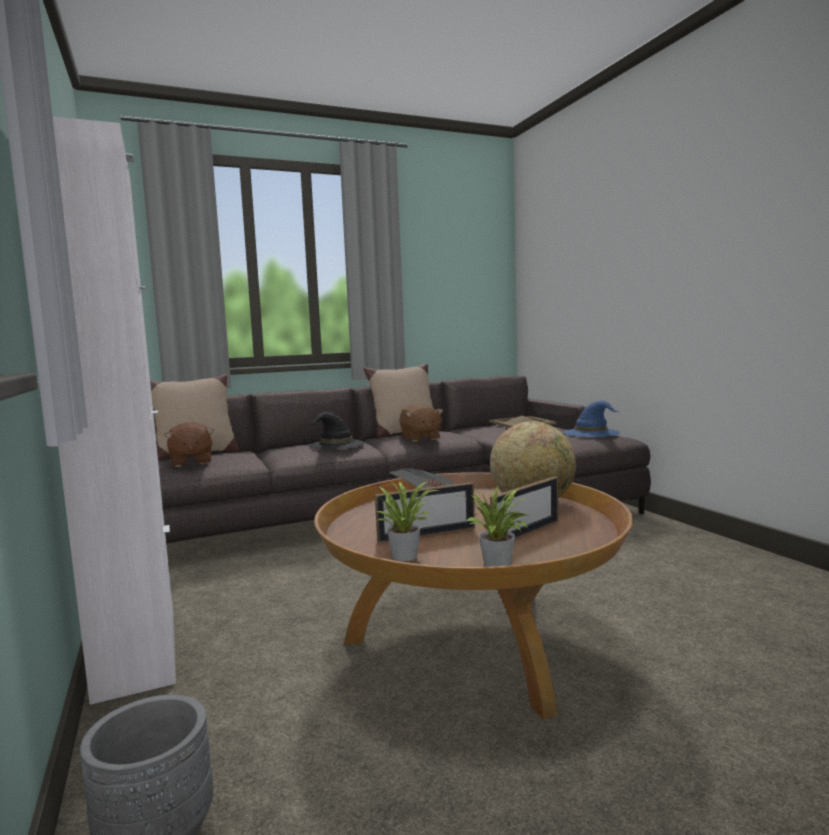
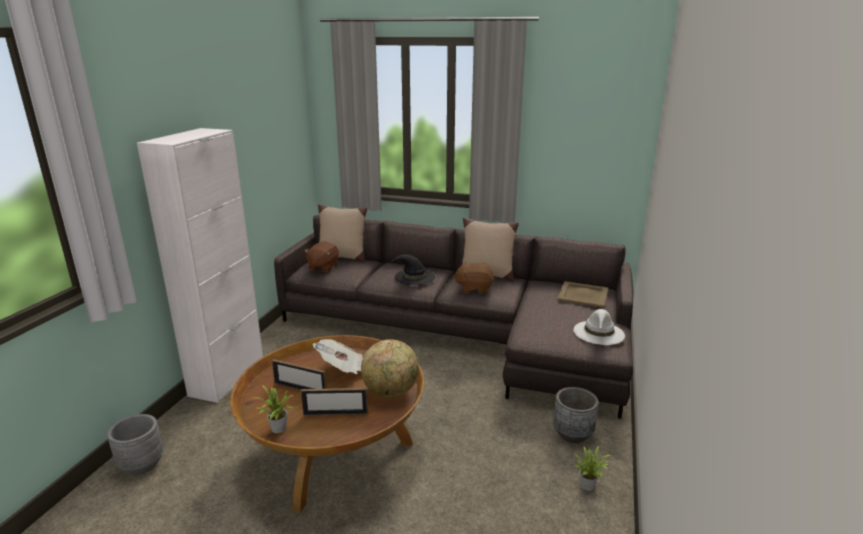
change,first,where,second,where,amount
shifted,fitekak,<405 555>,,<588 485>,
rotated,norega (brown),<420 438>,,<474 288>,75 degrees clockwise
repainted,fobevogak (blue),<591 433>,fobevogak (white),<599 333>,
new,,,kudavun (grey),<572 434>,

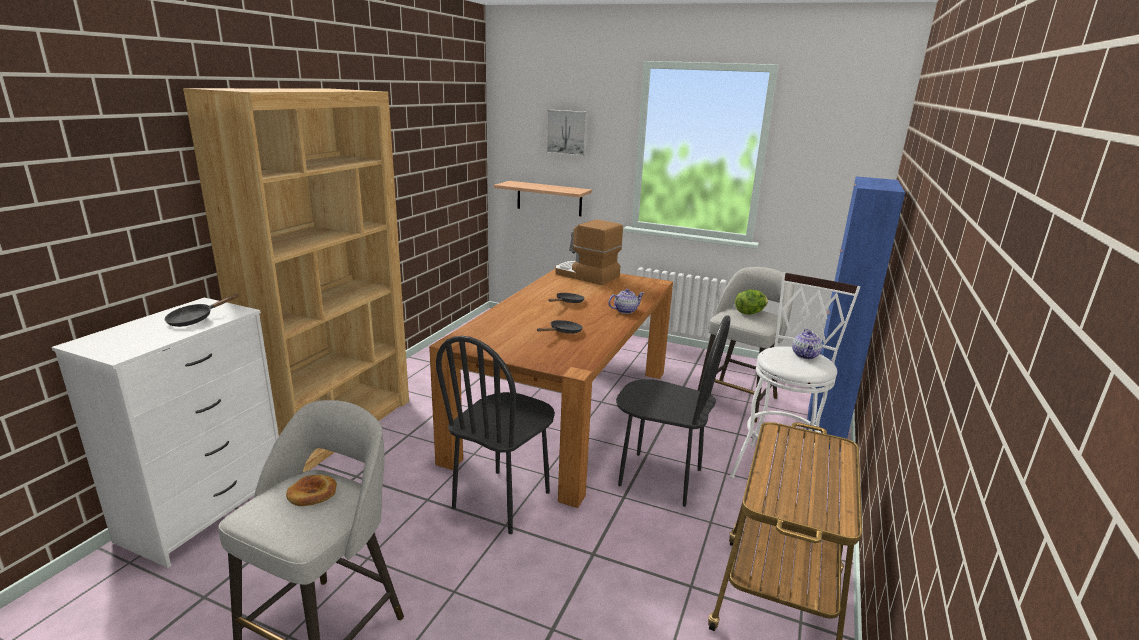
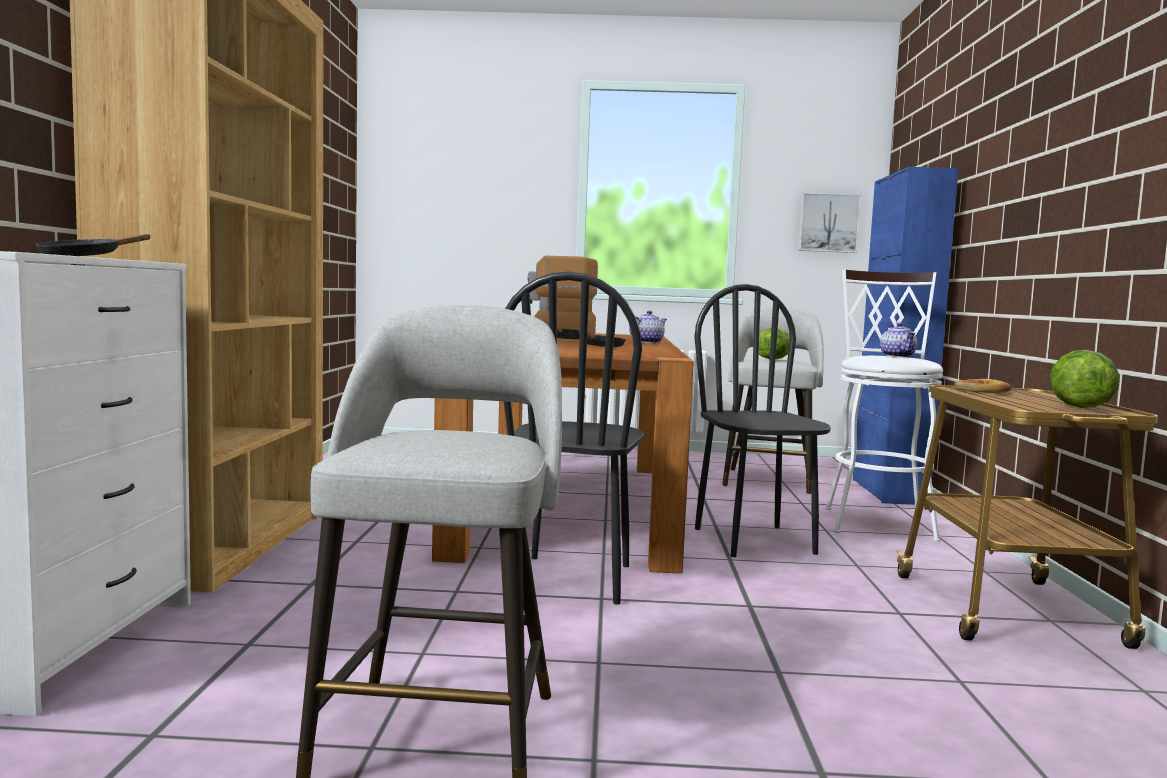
change,first,where,second,where,amount
shifted,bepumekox,<312 493>,,<982 391>,
gone,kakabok,<549 198>,,,
shifted,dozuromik,<567 132>,,<828 223>,
rotated,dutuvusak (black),<660 478>,,<755 541>,105 degrees counterclockwise
new,,,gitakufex,<1079 407>,

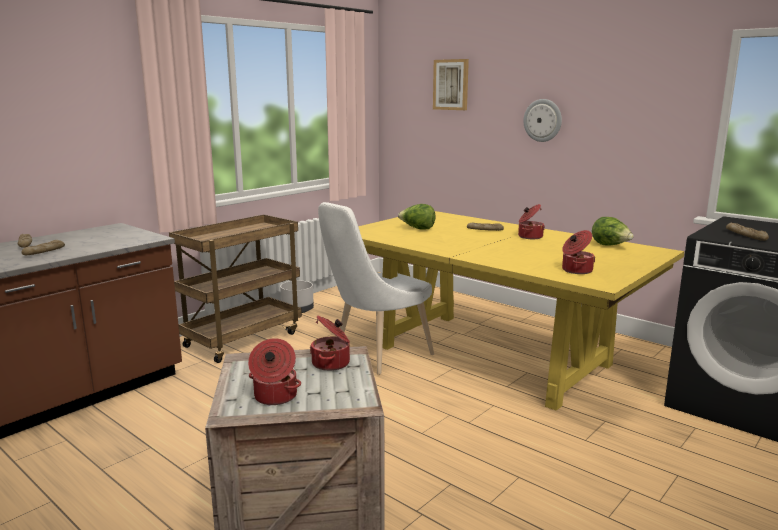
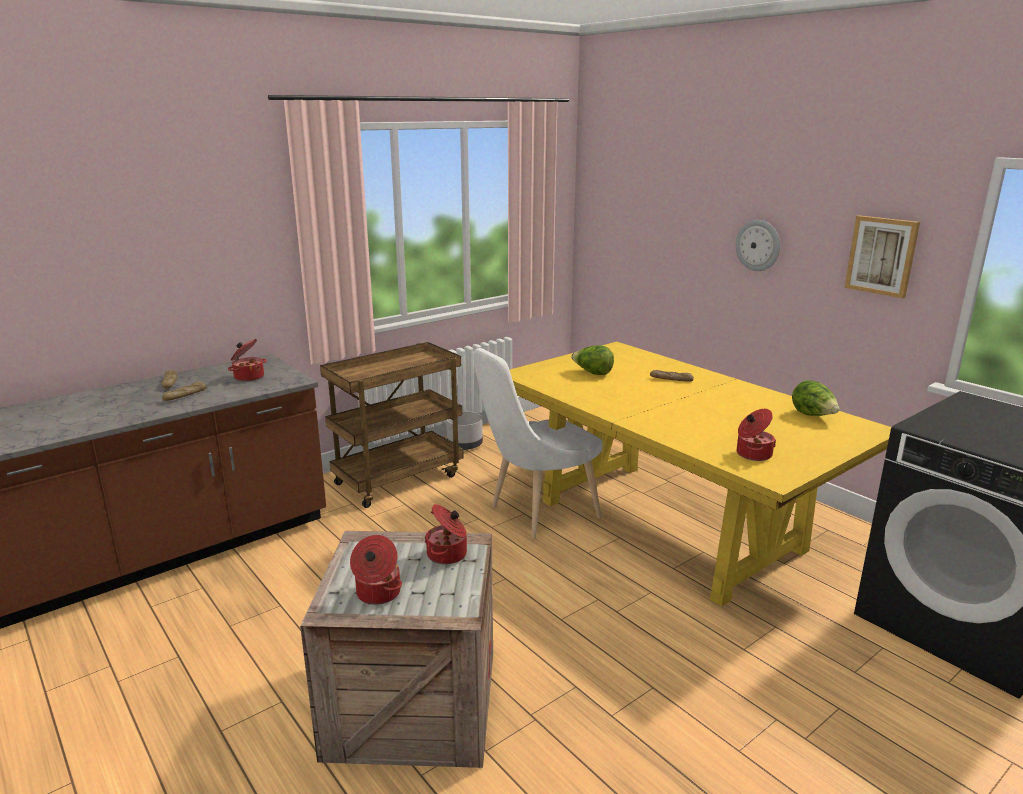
change,first,where,second,where,amount
shifted,dozuromik,<451 84>,,<882 256>,
shifted,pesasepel,<529 236>,,<248 377>,
gone,bepumekox,<745 236>,,,

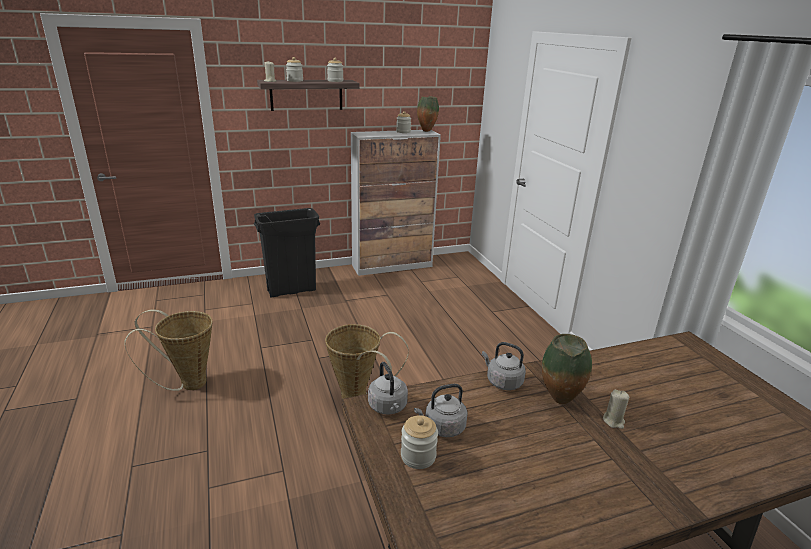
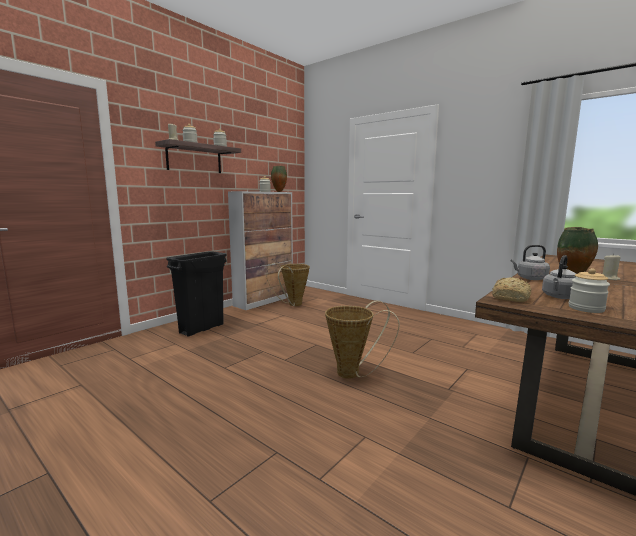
change,first,where,second,where,amount
shifted,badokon,<187 383>,,<292 305>,
swapped,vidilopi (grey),<388 407>,bepumekox,<511 298>,

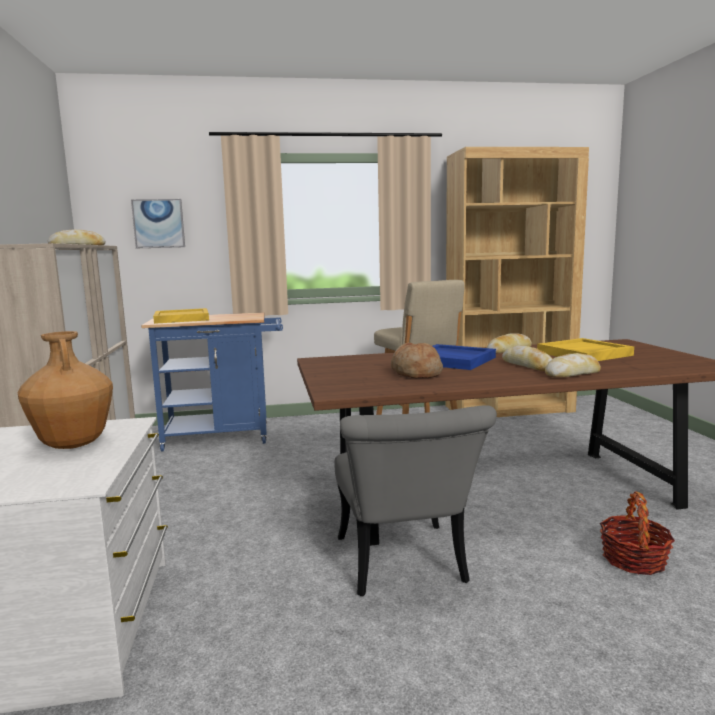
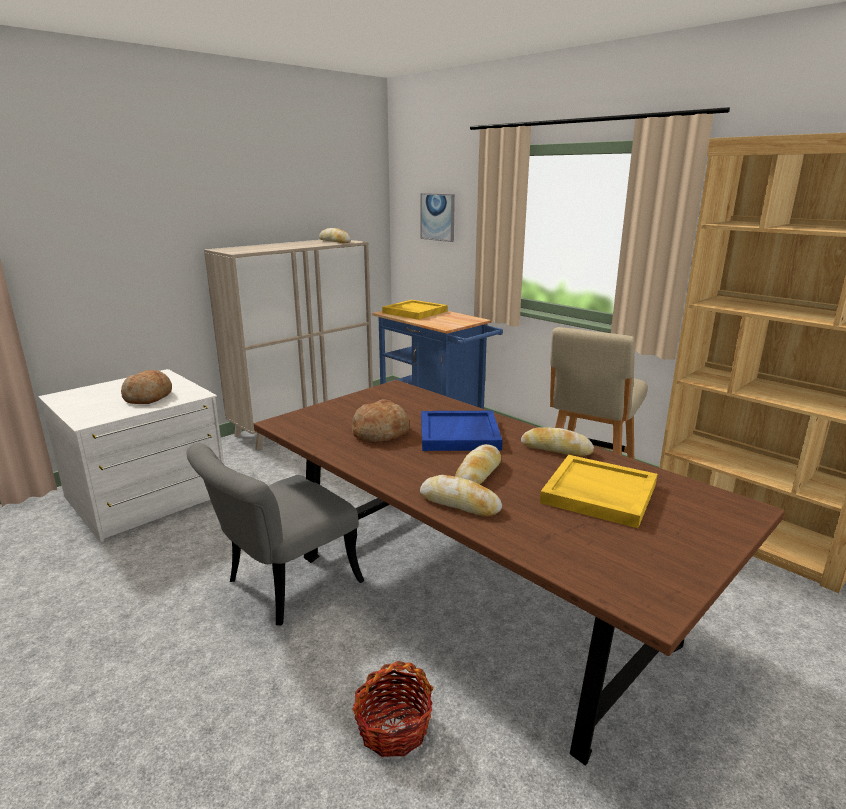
change,first,where,second,where,amount
swapped,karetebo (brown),<73 445>,bepumekox,<148 397>,

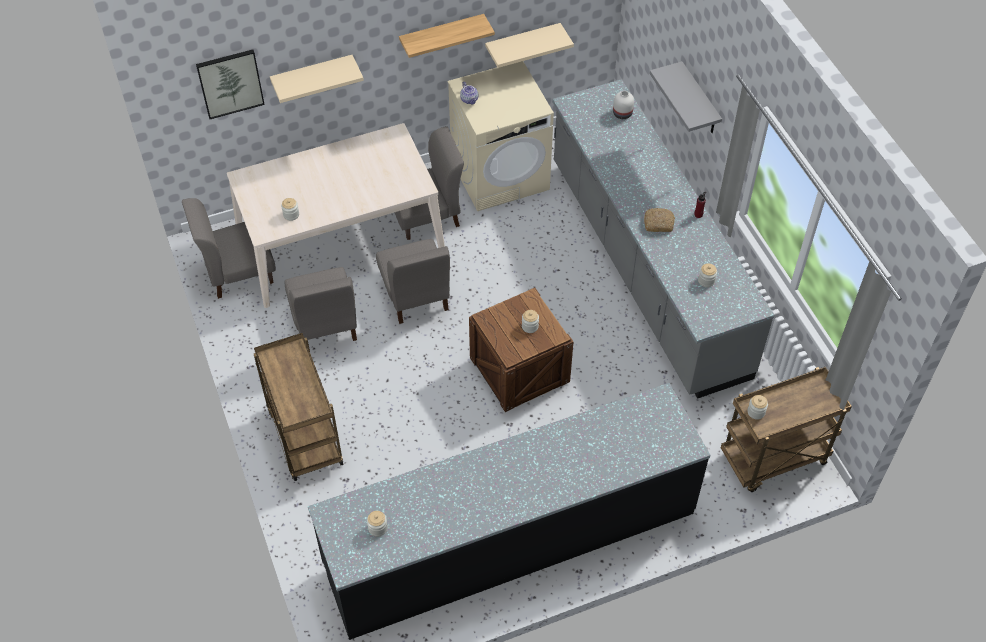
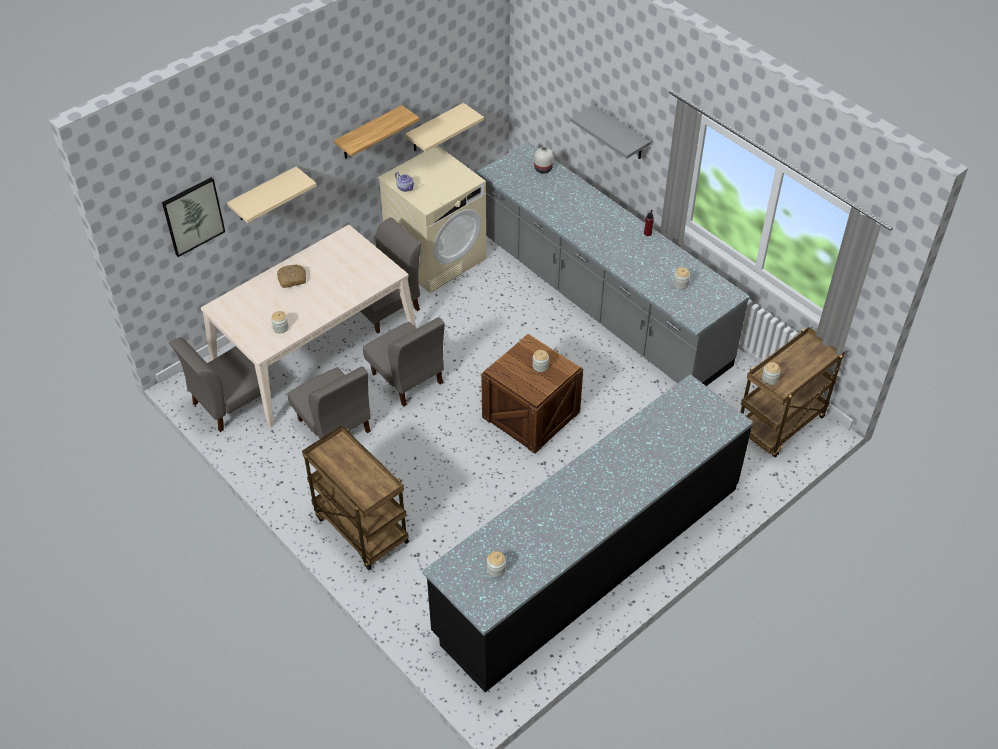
change,first,where,second,where,amount
shifted,bepumekox,<659 223>,,<292 279>,

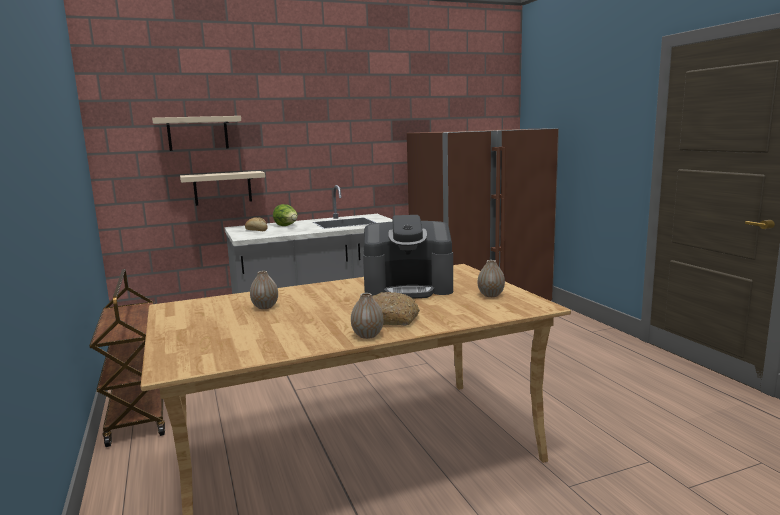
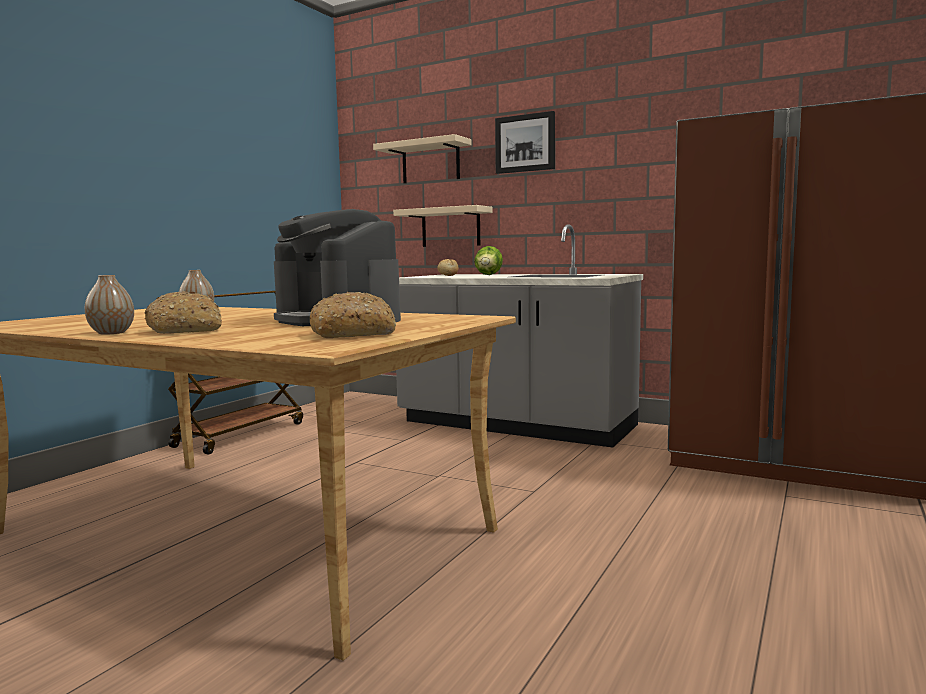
change,first,where,second,where,amount
swapped,karetebo,<491 295>,bepumekox,<354 334>,
new,,,dozuromik,<525 143>,

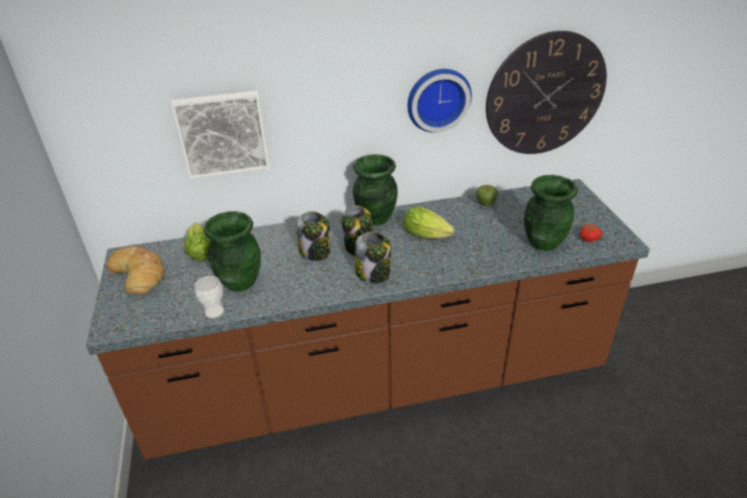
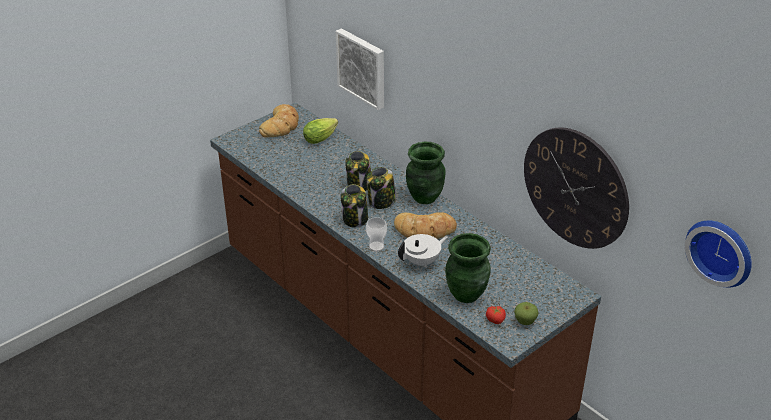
change,first,where,second,where,amount
shifted,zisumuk,<214 312>,,<376 246>,
gone,karetebo (green),<240 281>,,,
swapped,gitakufex,<428 235>,bepumekox,<425 230>,
shifted,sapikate,<437 99>,,<721 251>,
shifted,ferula,<485 203>,,<525 322>,
new,,,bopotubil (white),<422 261>,

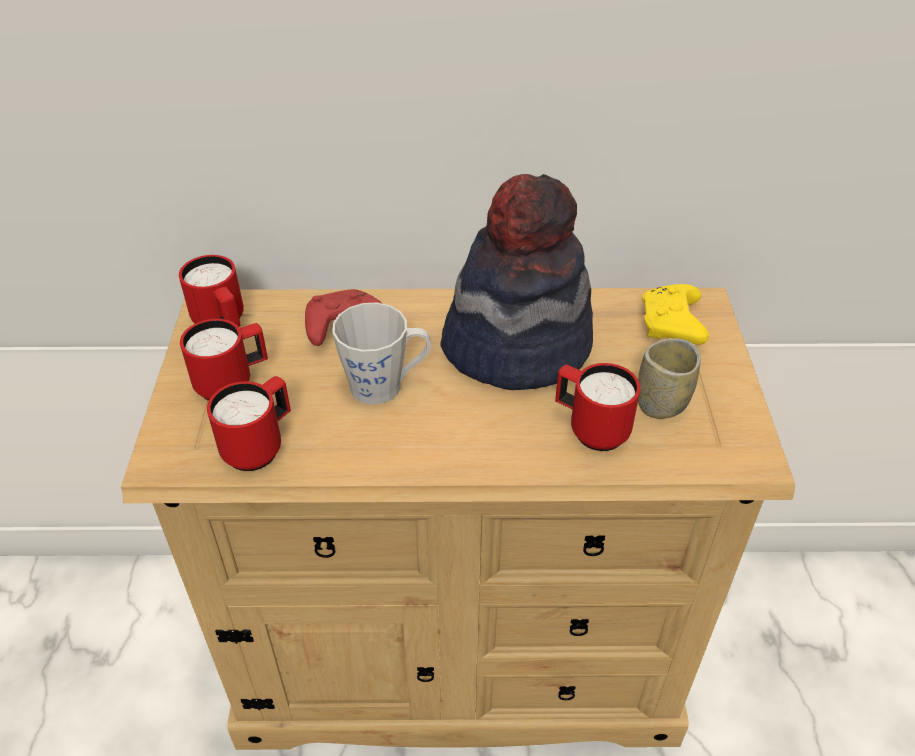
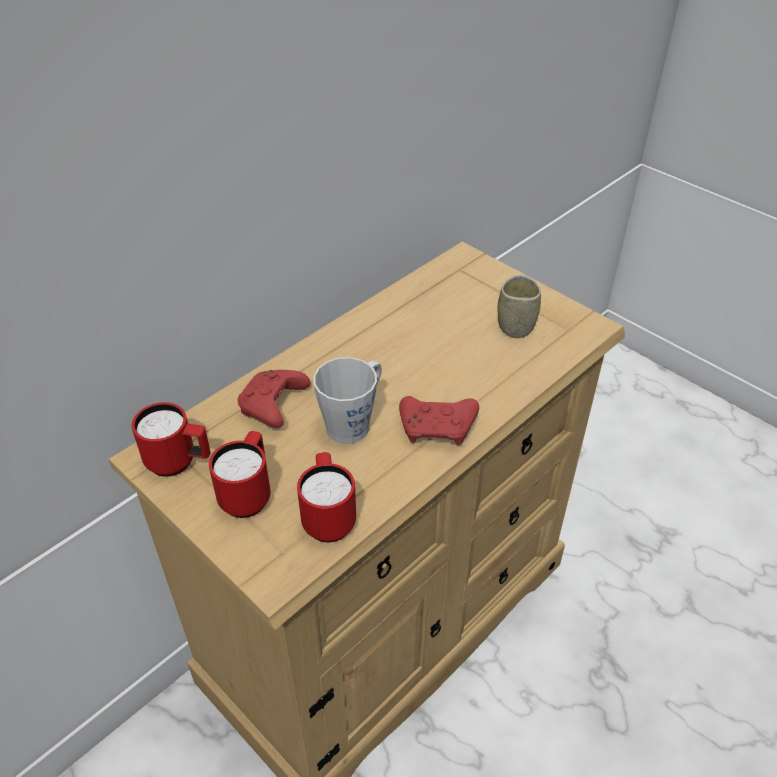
change,first,where,second,where,amount
gone,fobevogak,<517 345>,,,
gone,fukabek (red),<590 429>,,,
gone,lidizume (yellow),<672 326>,,,
new,,,lidizume (red),<438 428>,

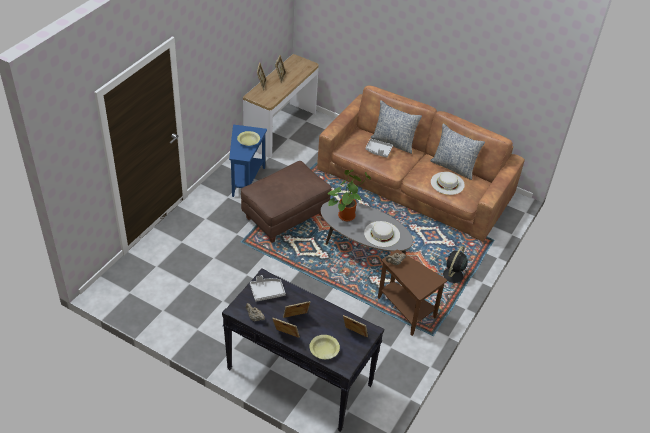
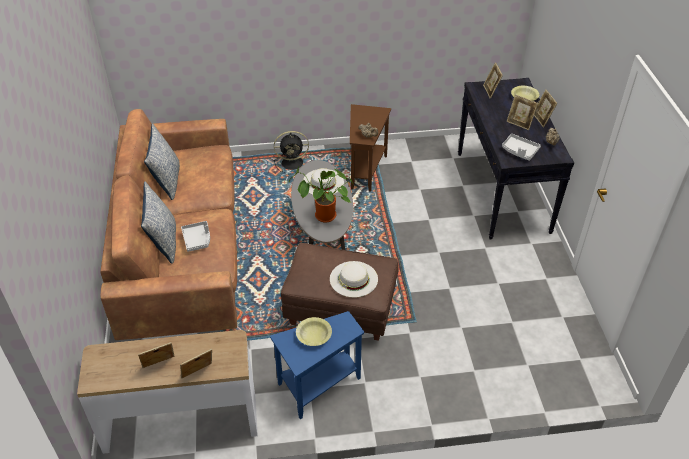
change,first,where,second,where,amount
shifted,fobevogak (white),<447 183>,,<353 279>,

